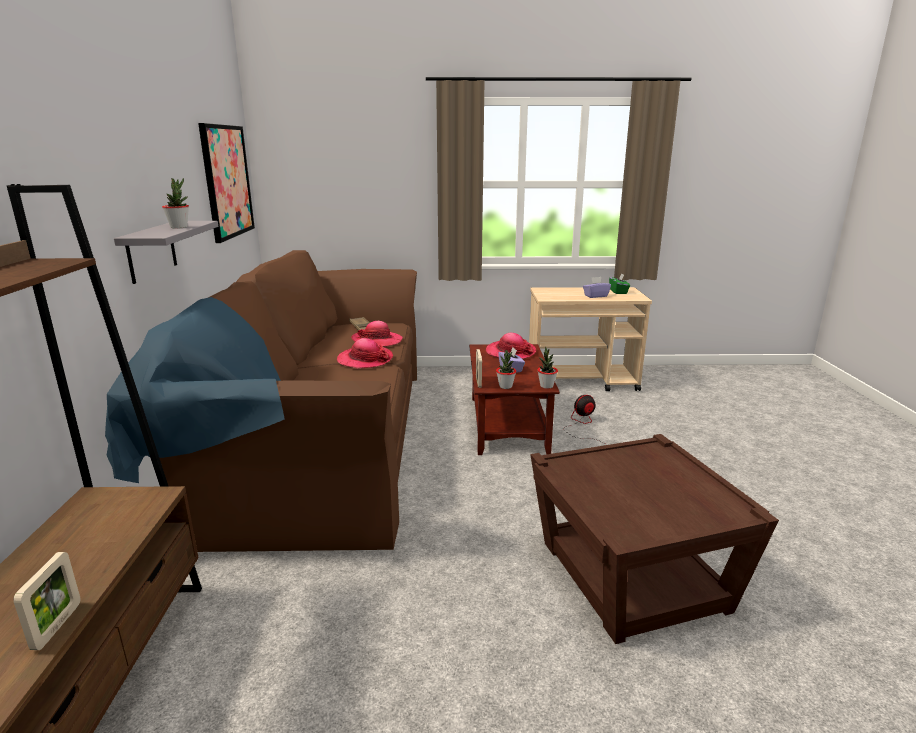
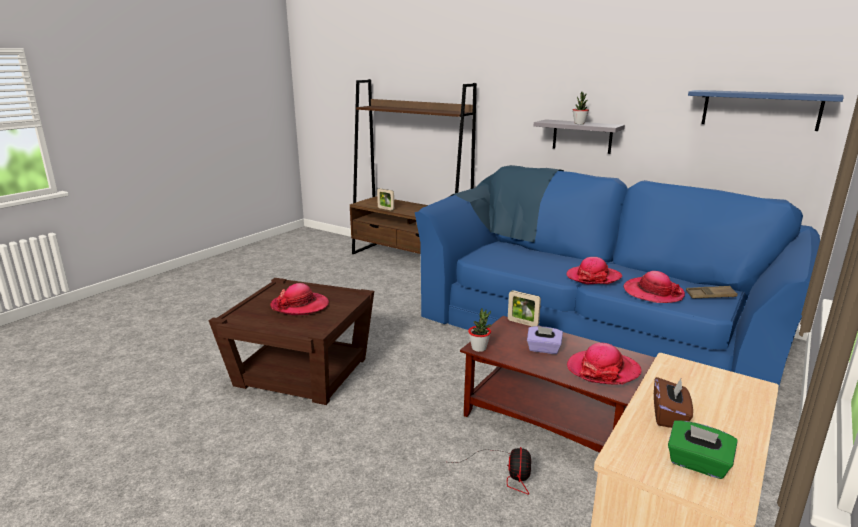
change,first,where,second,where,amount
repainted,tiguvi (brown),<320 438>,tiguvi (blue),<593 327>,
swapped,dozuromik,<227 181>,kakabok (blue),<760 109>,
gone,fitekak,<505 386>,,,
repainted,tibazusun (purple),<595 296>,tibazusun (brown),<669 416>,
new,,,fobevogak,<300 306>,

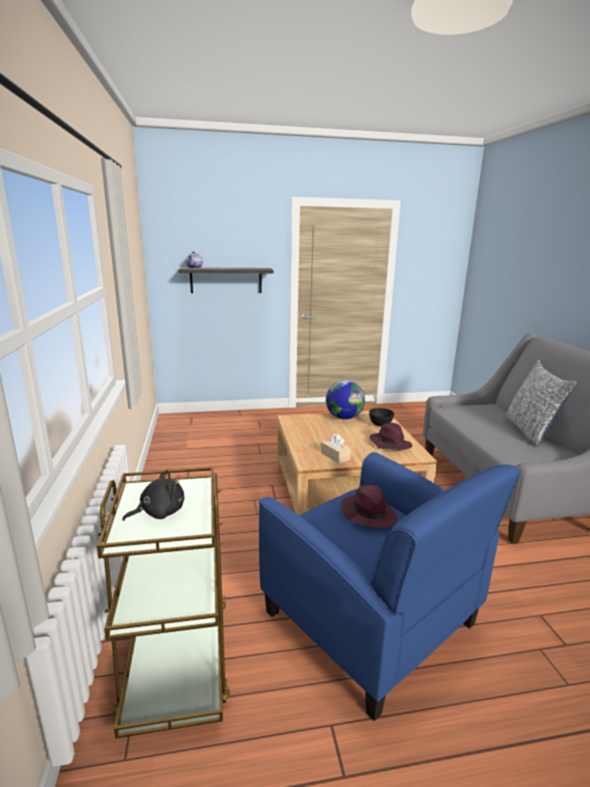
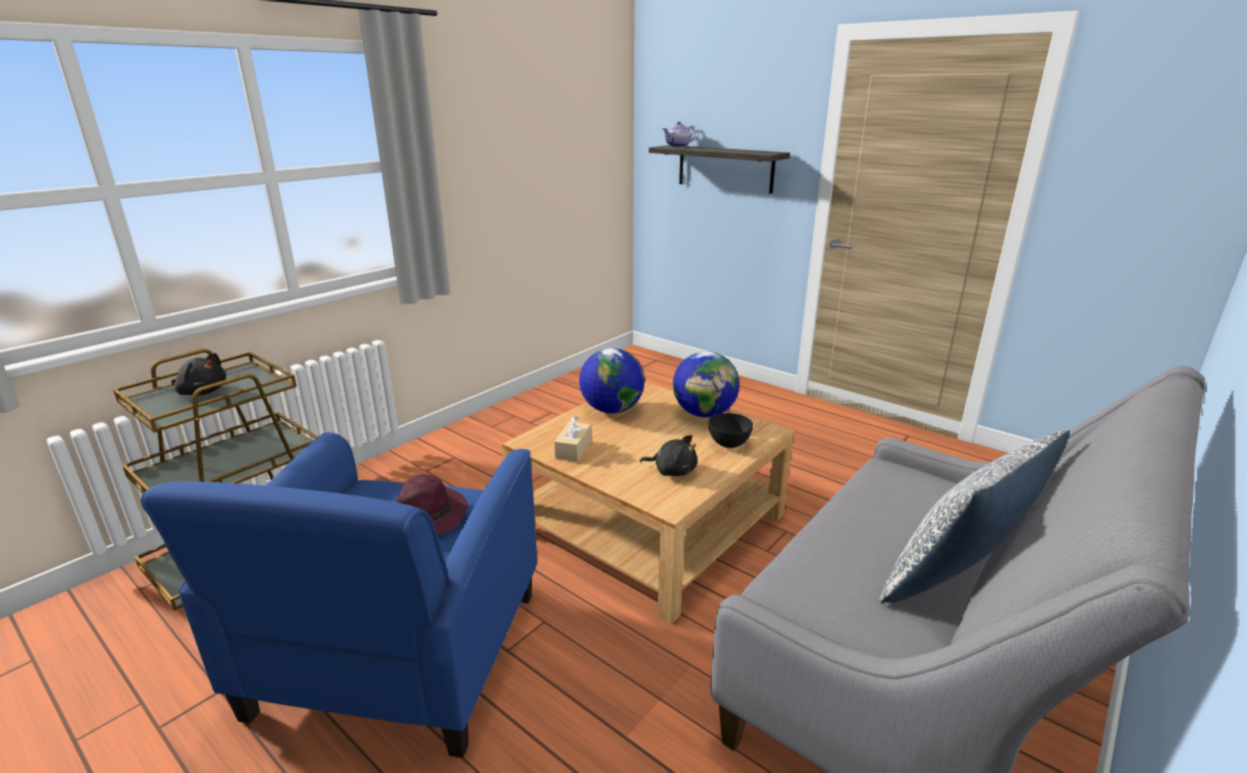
change,first,where,second,where,amount
swapped,fobevogak (purple),<389 444>,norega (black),<672 471>,
new,,,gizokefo,<612 410>,

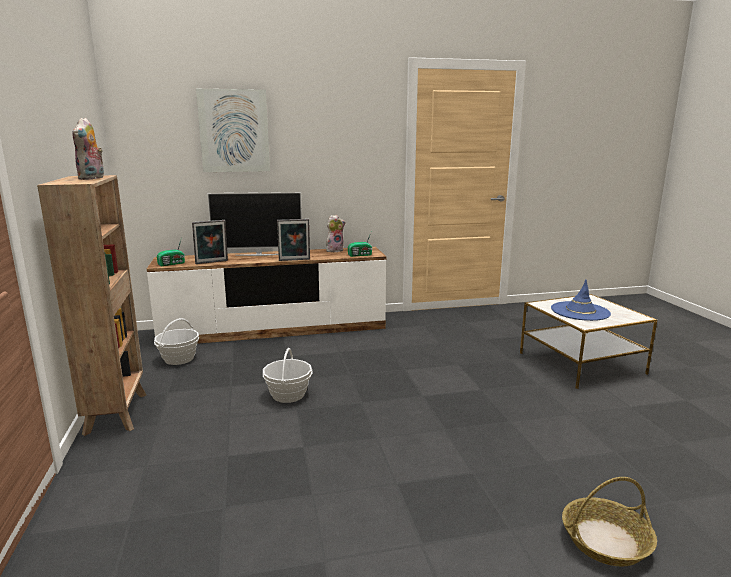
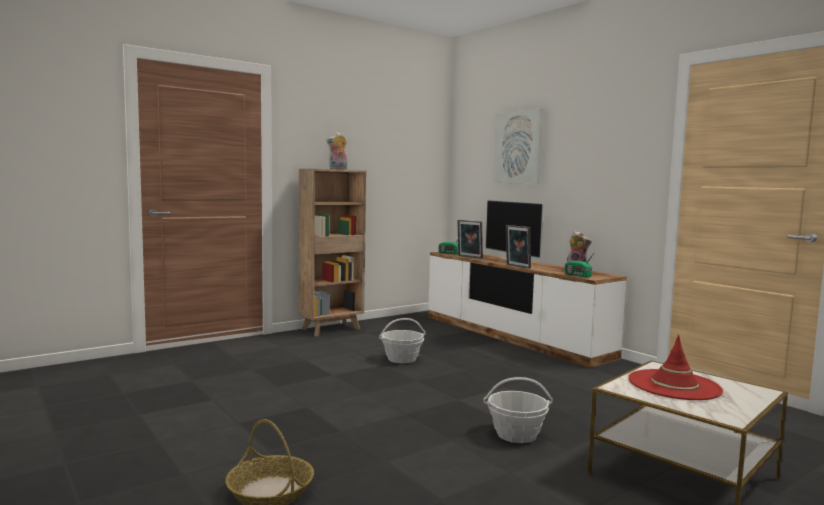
change,first,where,second,where,amount
shifted,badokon,<179 359>,,<516 434>,
repainted,fobevogak (blue),<580 311>,fobevogak (red),<674 385>,

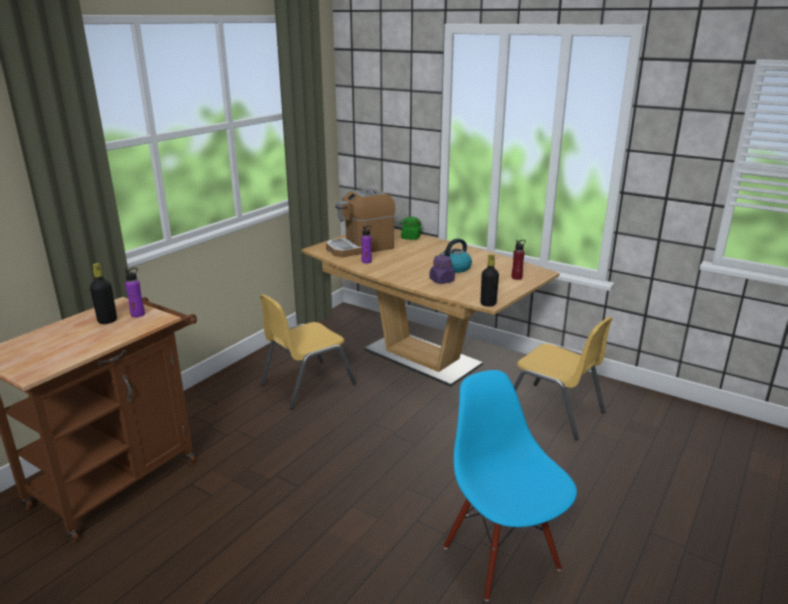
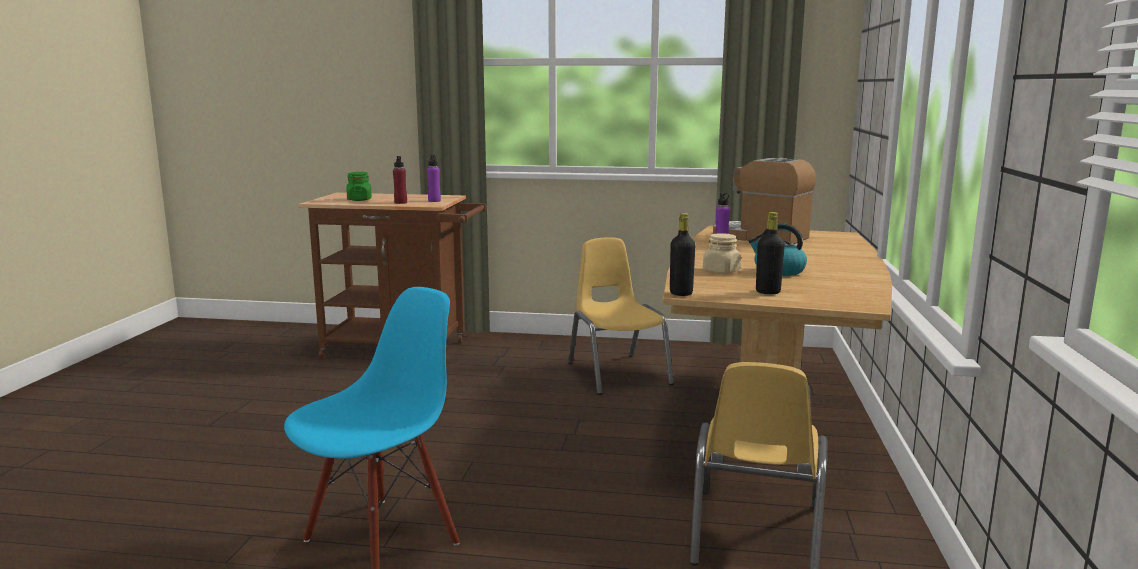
change,first,where,second,where,amount
shifted,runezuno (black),<107 321>,,<768 292>,
rotated,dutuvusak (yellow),<307 384>,,<617 373>,45 degrees clockwise
shifted,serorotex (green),<410 238>,,<359 200>,
repainted,serorotex (purple),<442 280>,serorotex (beige),<721 271>,
shifted,runezuno (red),<516 277>,,<400 203>,

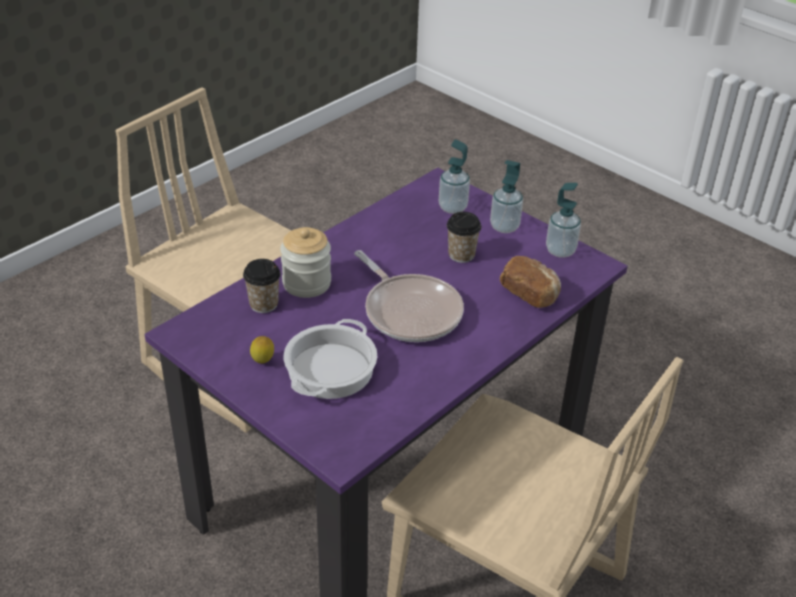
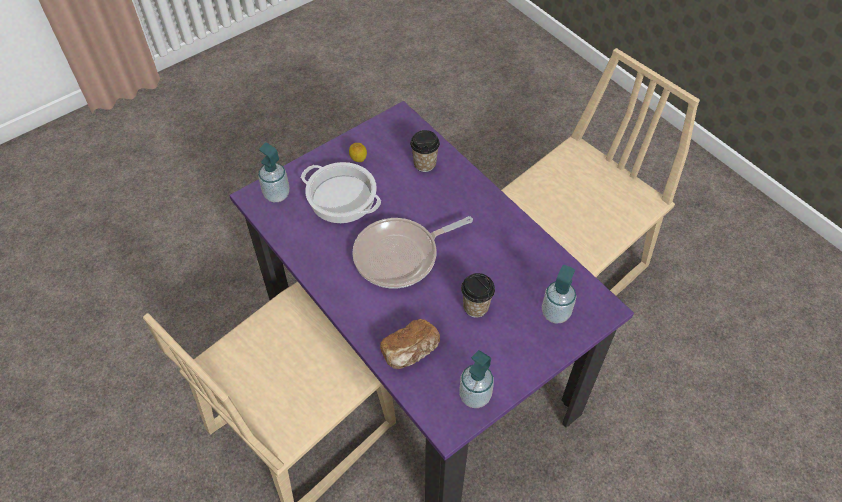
change,first,where,second,where,amount
gone,serorotex,<306 283>,,,
shifted,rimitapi,<504 227>,,<276 194>,

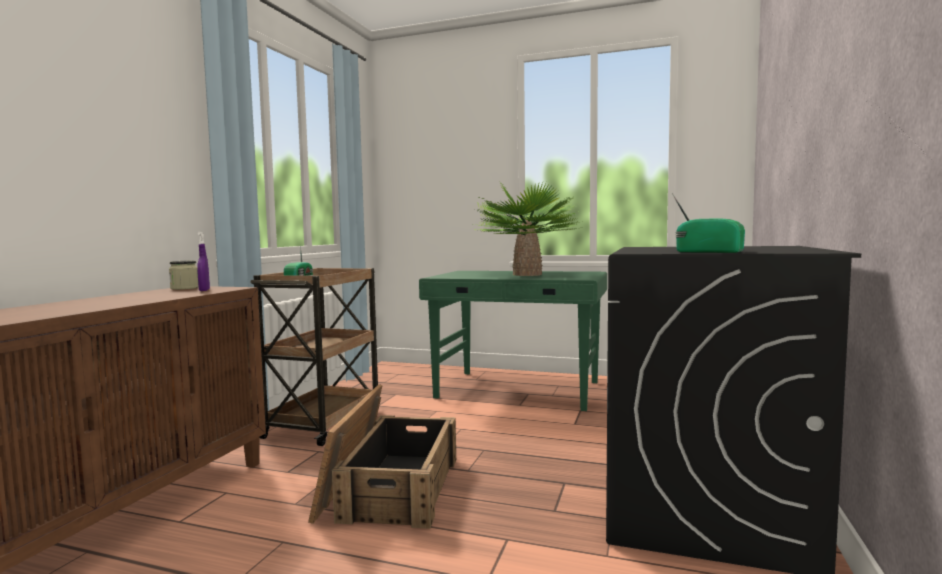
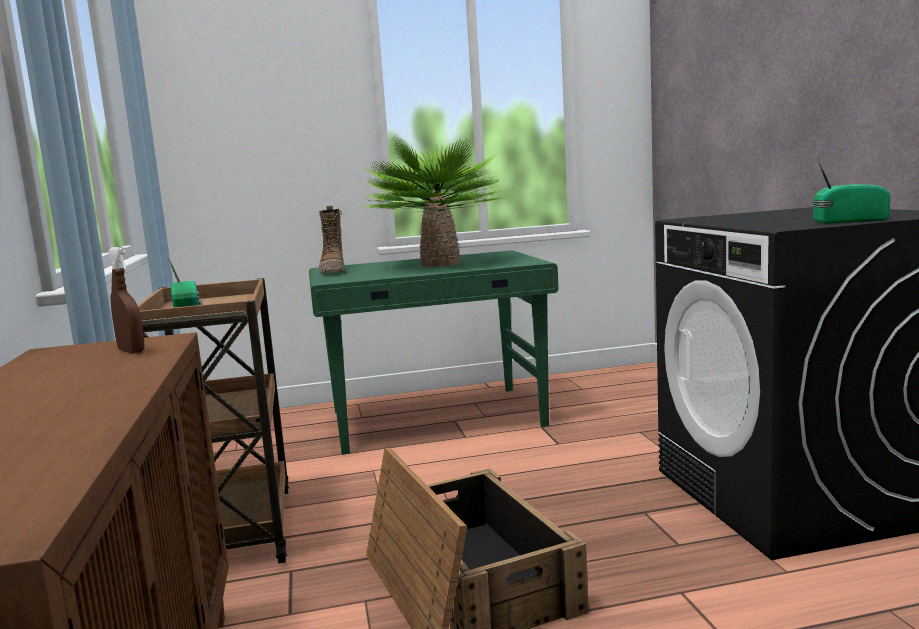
change,first,where,second,where,amount
gone,serorotex,<184 288>,,,
repainted,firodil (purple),<204 290>,firodil (brown),<131 351>,
new,,,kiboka,<333 271>,

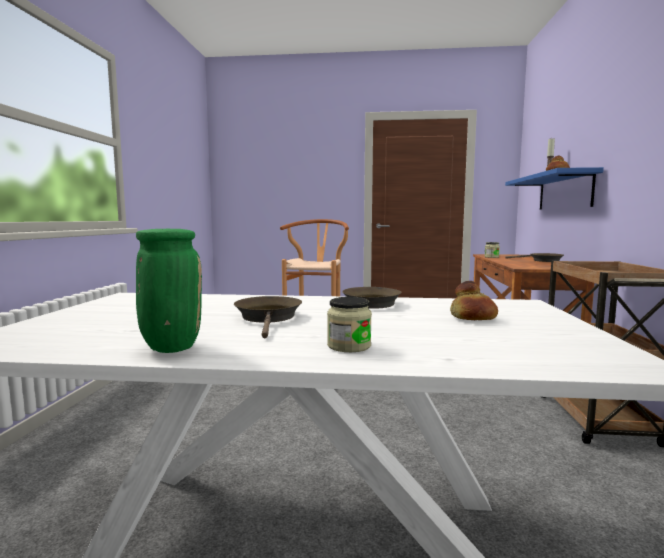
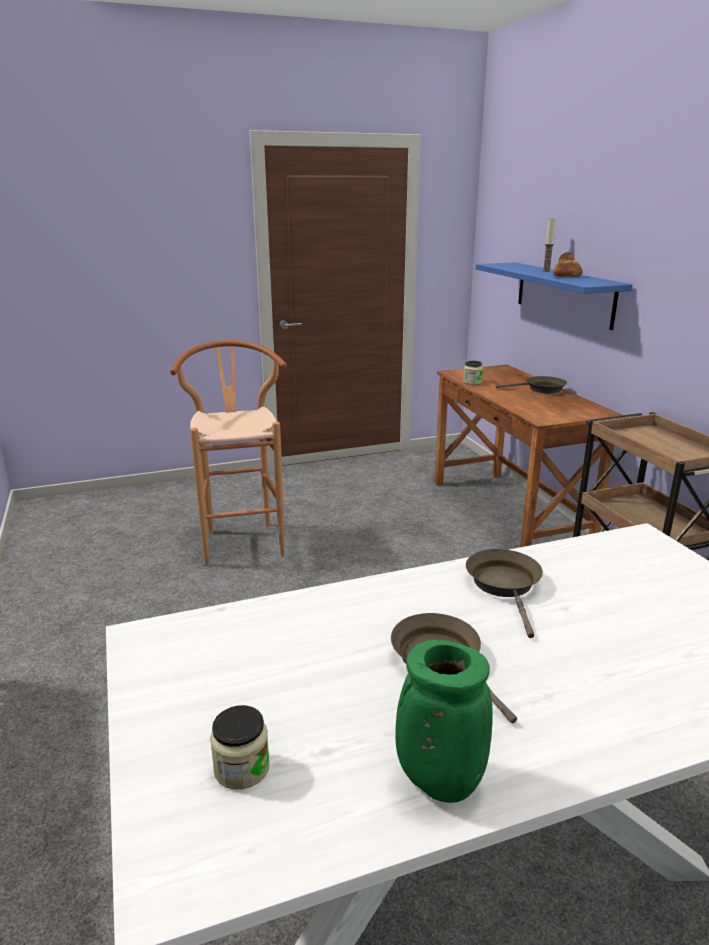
change,first,where,second,where,amount
shifted,serorotex,<349 346>,,<241 768>,
gone,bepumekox,<472 318>,,,

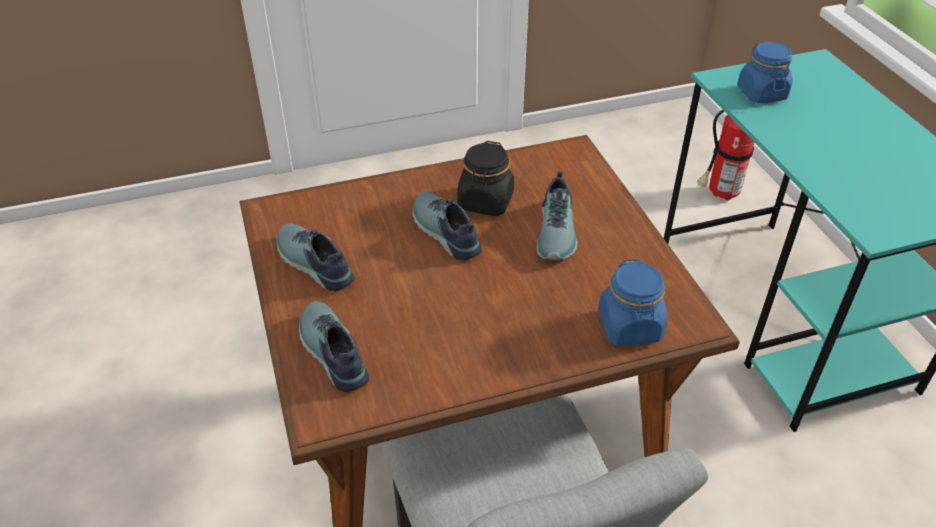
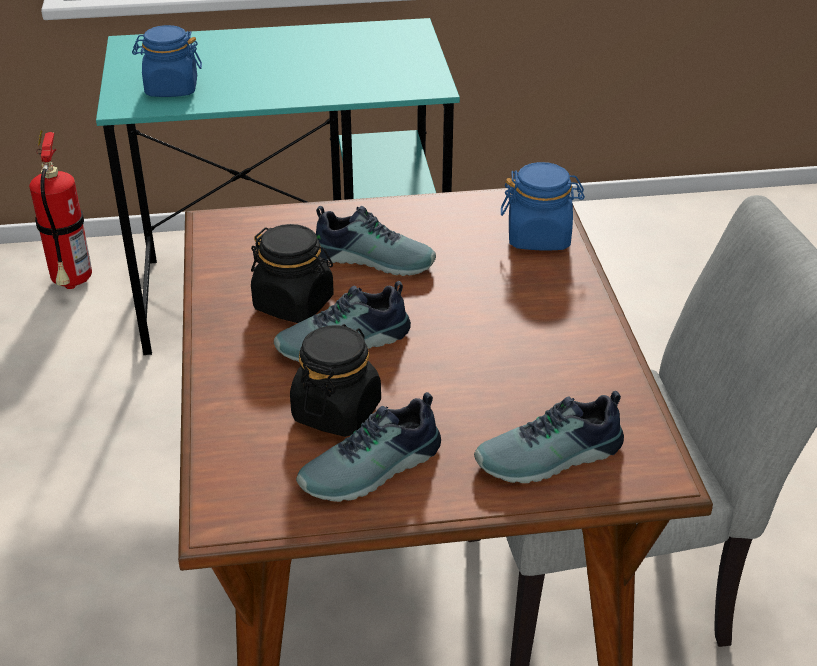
change,first,where,second,where,amount
new,,,serorotex (black),<337 411>,

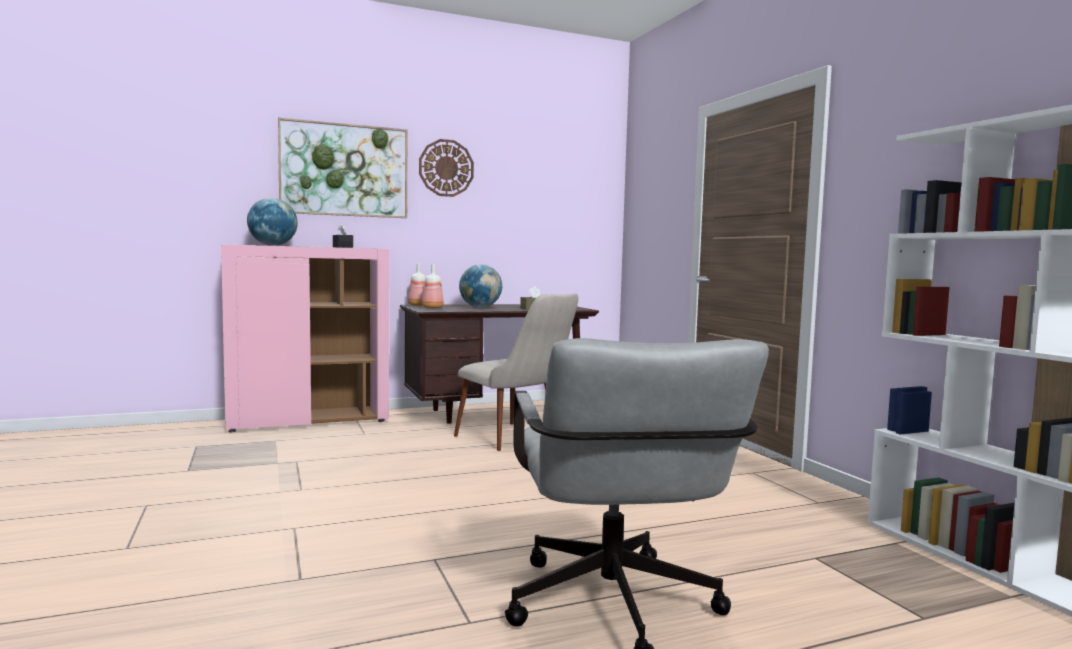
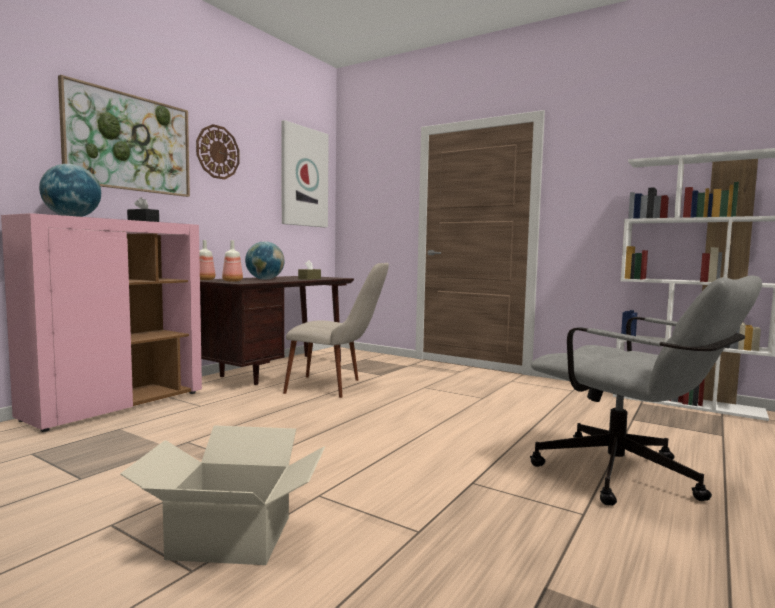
change,first,where,second,where,amount
new,,,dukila,<231 536>,
new,,,dozuromik,<304 177>,

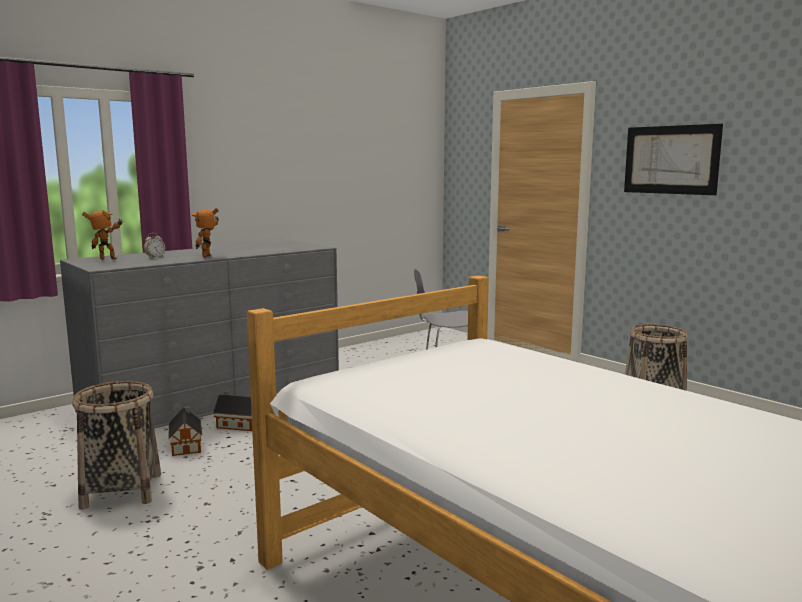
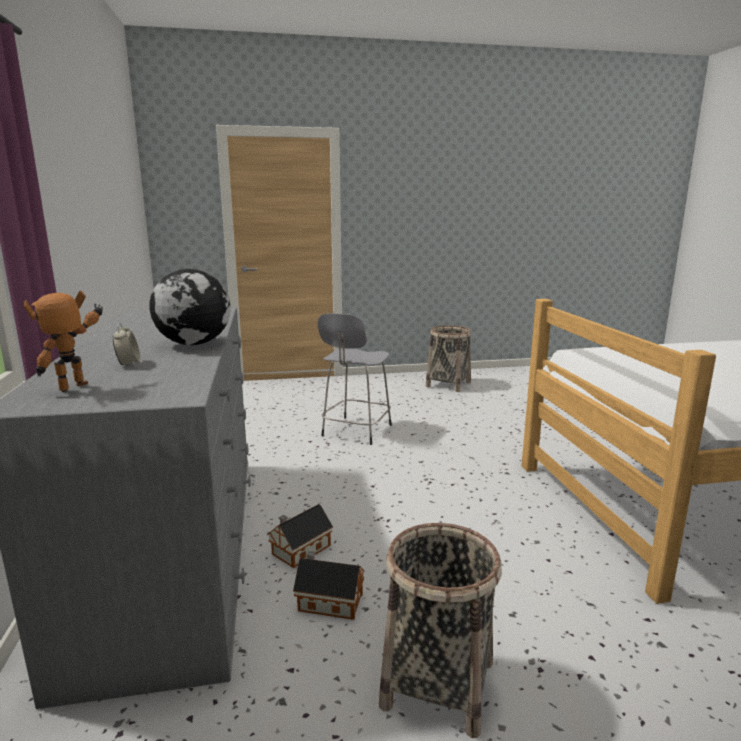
change,first,where,second,where,amount
swapped,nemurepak,<209 256>,gizokefo,<195 344>,
gone,dozuromik,<670 160>,,,

